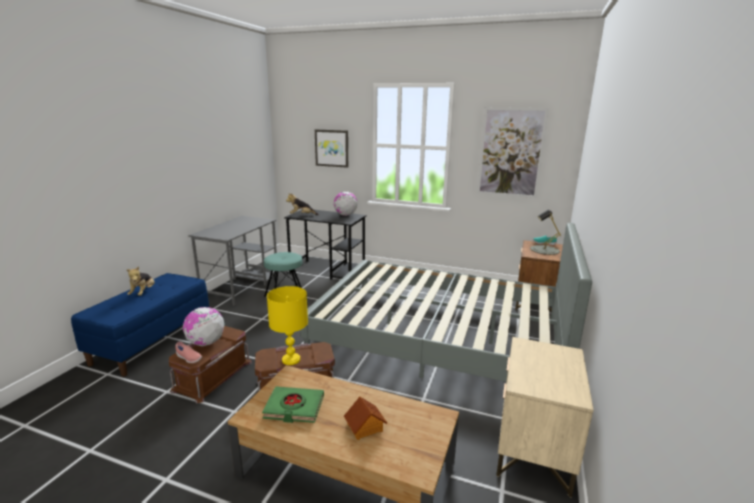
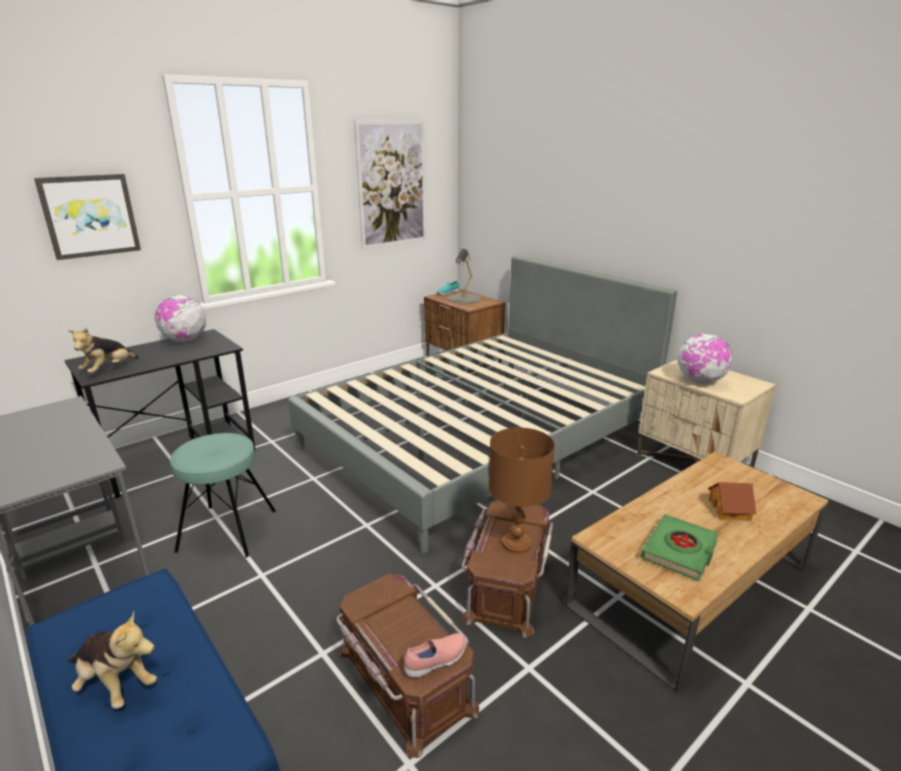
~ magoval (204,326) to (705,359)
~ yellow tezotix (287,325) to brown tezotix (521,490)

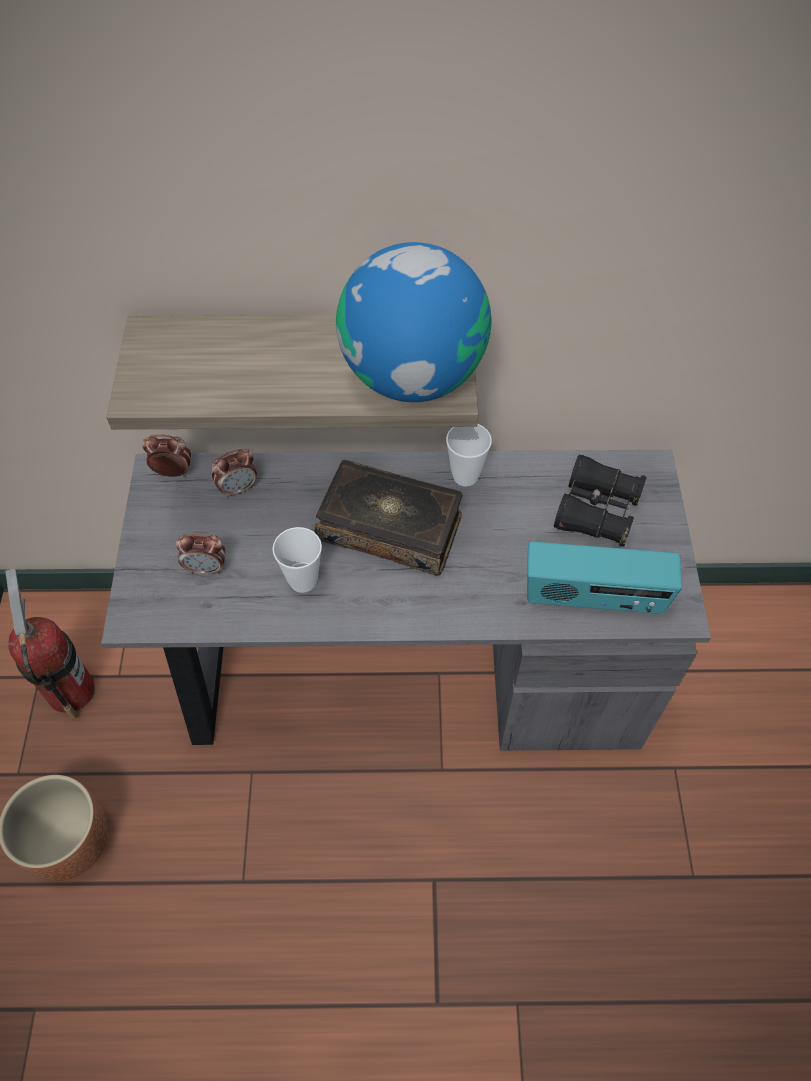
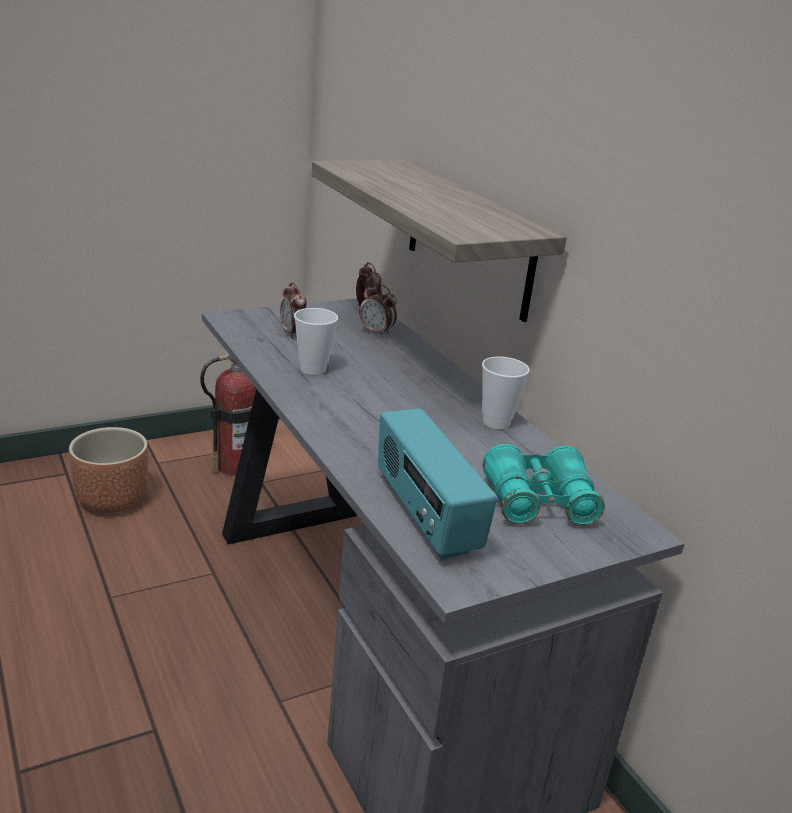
- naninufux (389,518)
- magoval (413,322)
~ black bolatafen (600,500) to turquoise bolatafen (544,484)

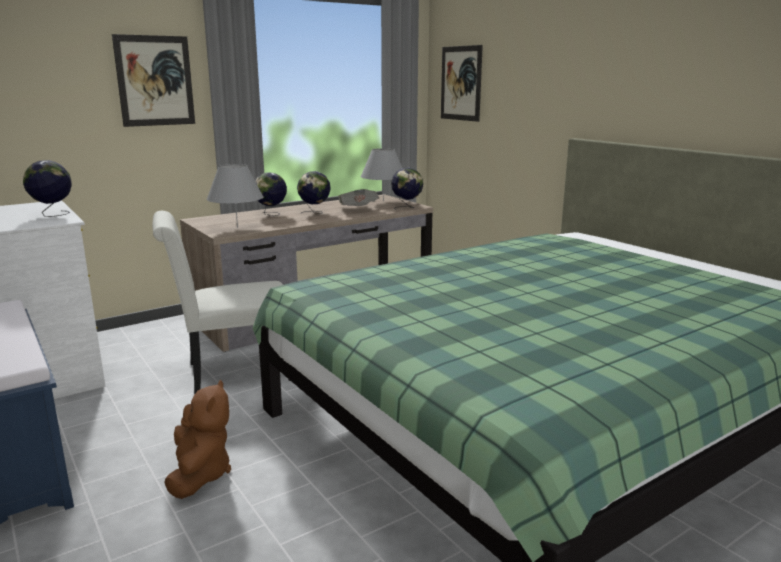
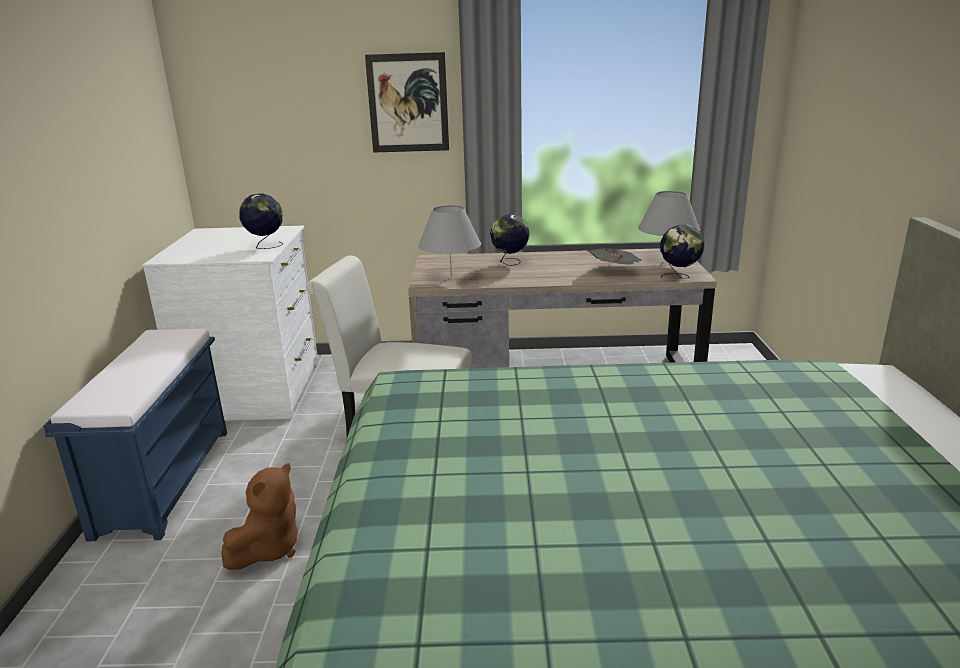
- magoval (314,192)
- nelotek (462,83)

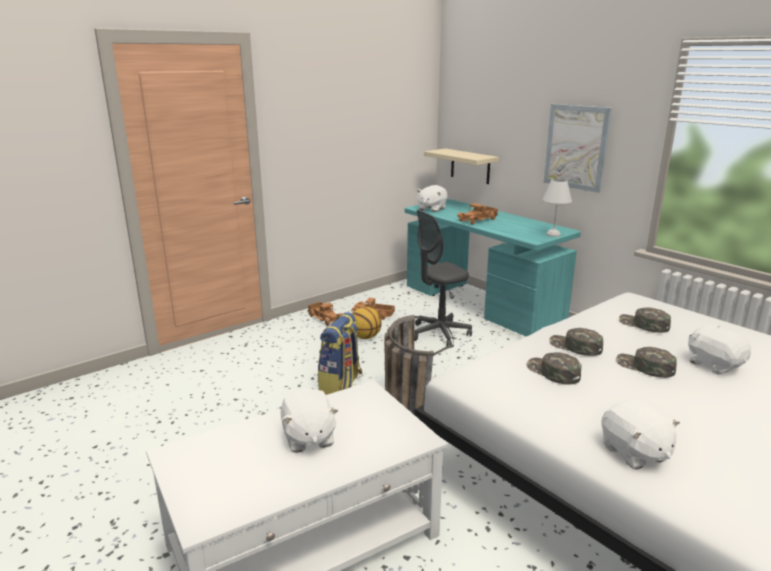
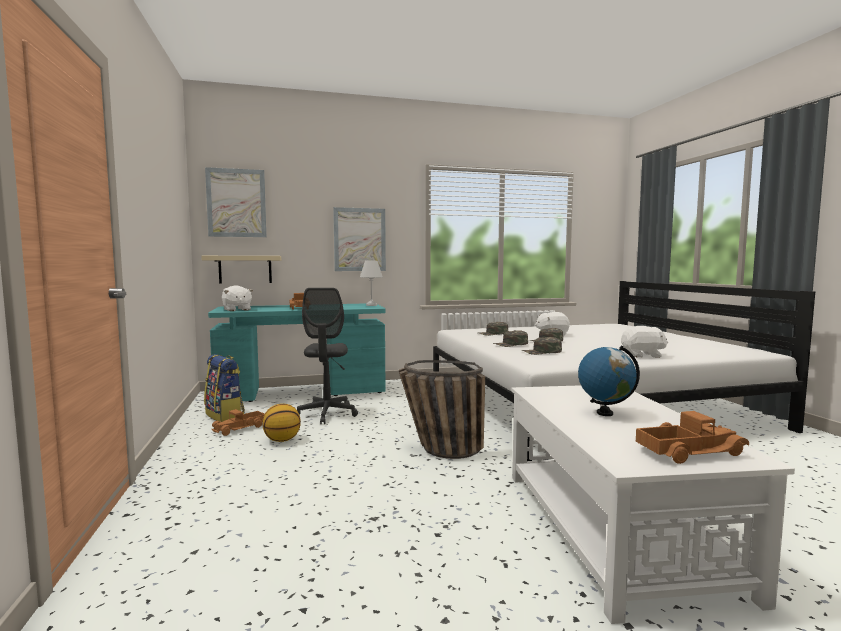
~ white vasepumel (310,421) to magoval (609,381)
~ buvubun (324,314) to (692,437)
~ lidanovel (340,353) to (224,388)
+ nelotek (236,202)

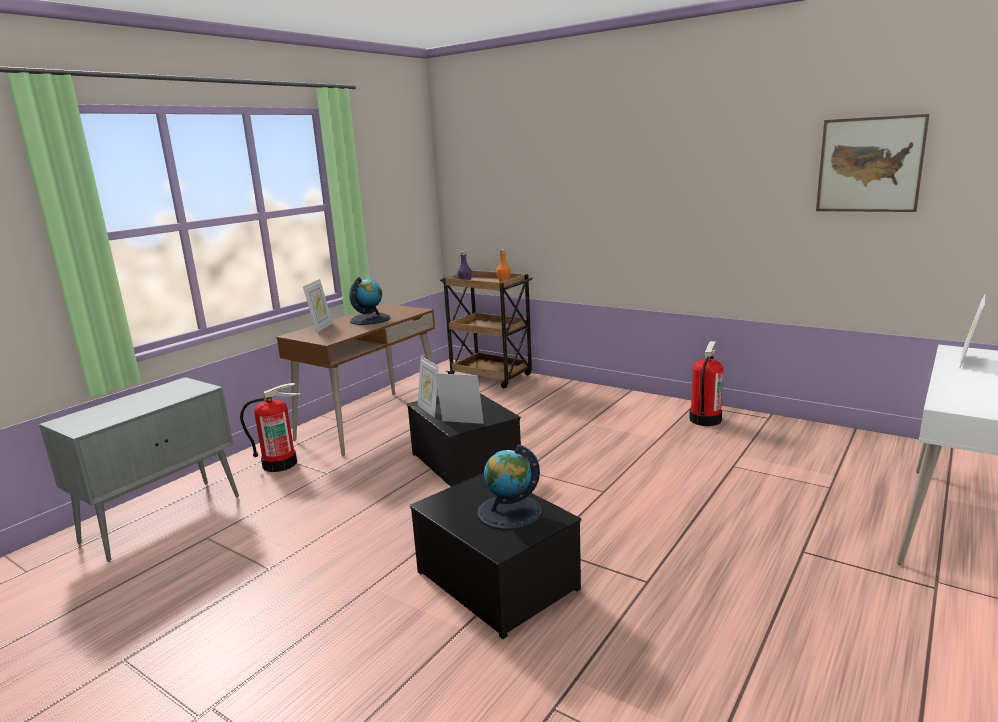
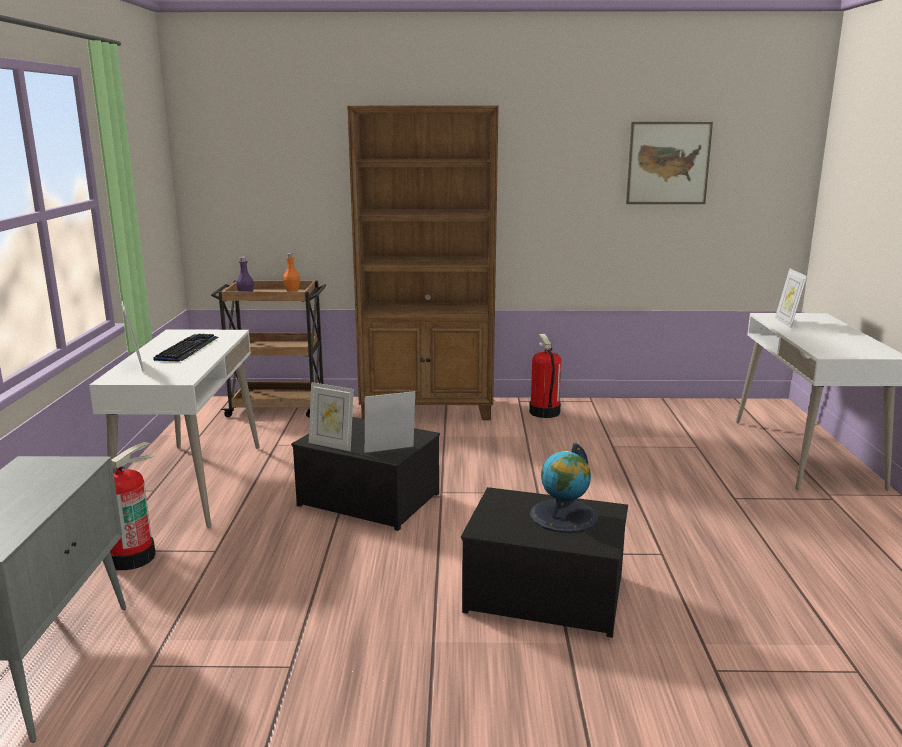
~ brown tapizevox (358,380) to white tapizevox (174,428)
~ magoval (369,301) to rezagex (185,347)
+ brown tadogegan (423,263)

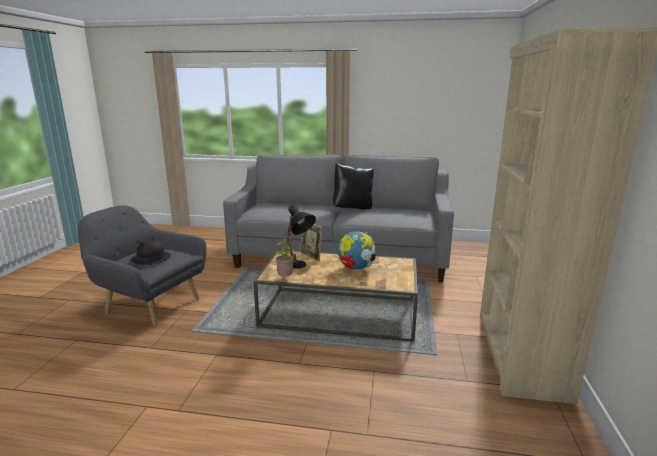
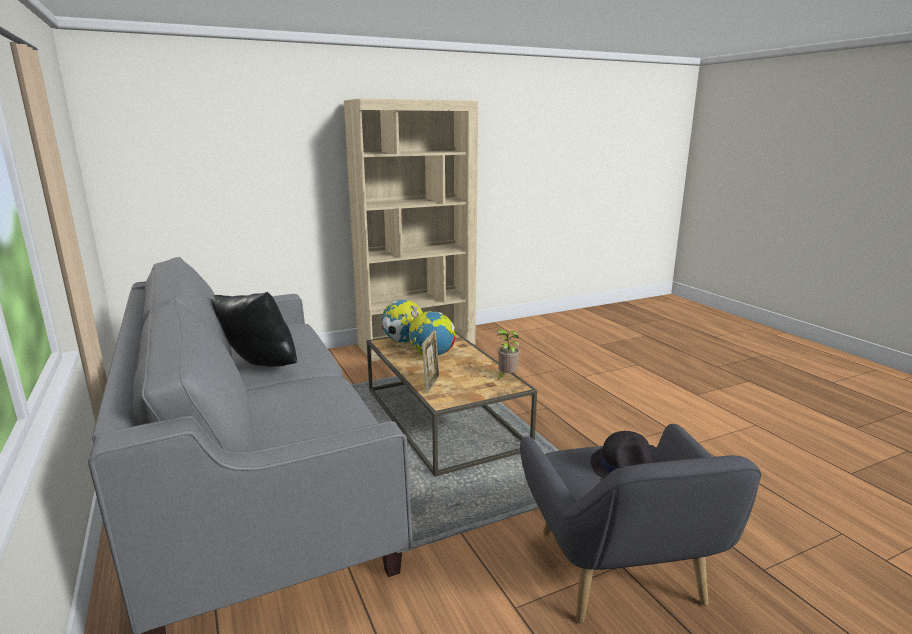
- black tezotix (300,237)
+ magoval (402,321)

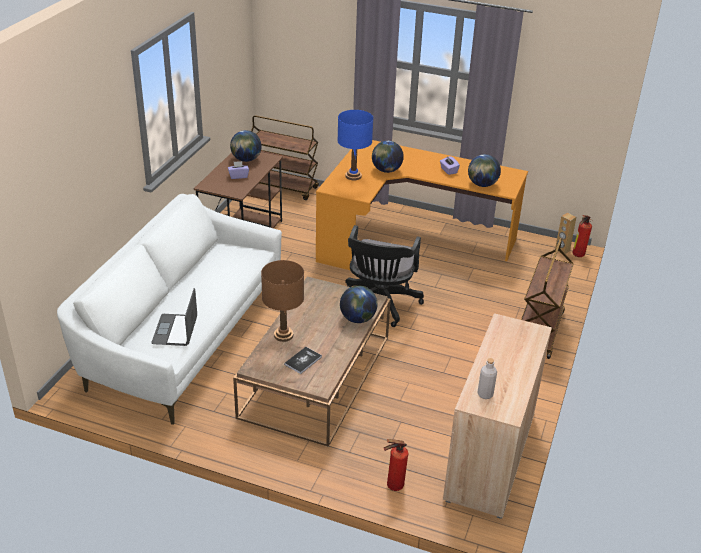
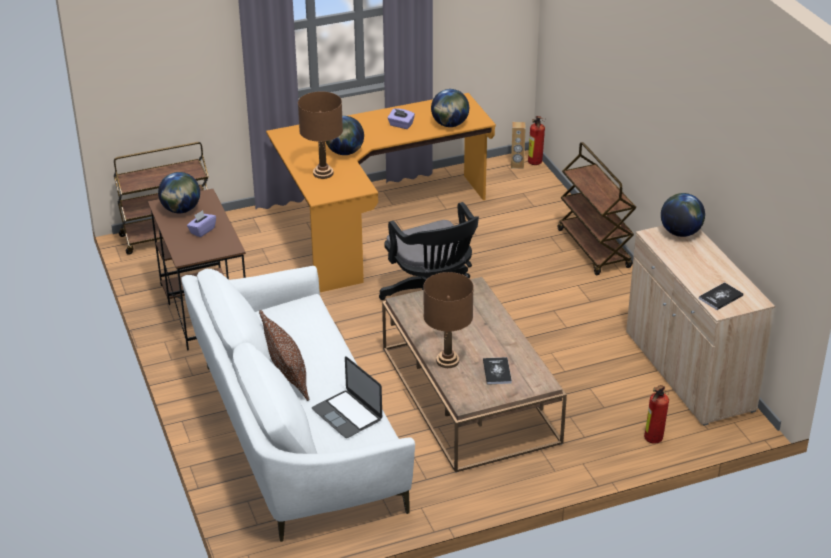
~ blue tezotix (355,145) to brown tezotix (320,135)
~ magoval (358,304) to (683,215)
~ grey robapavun (487,378) to naninufux (721,296)
+ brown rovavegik (284,355)

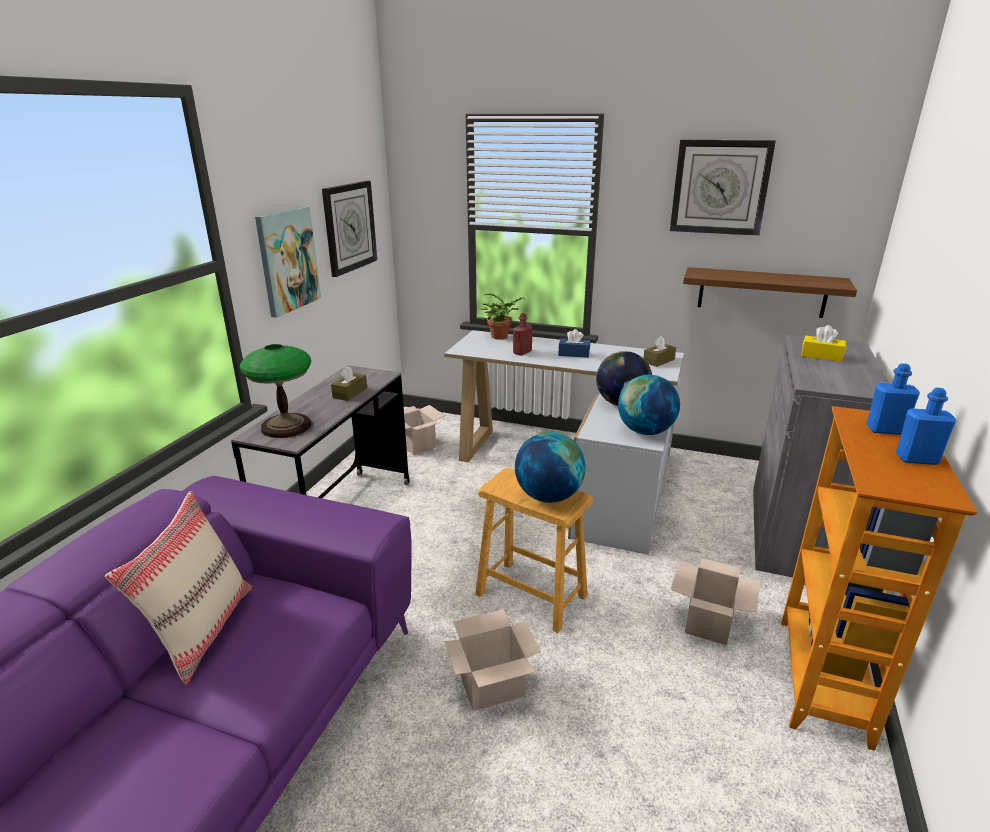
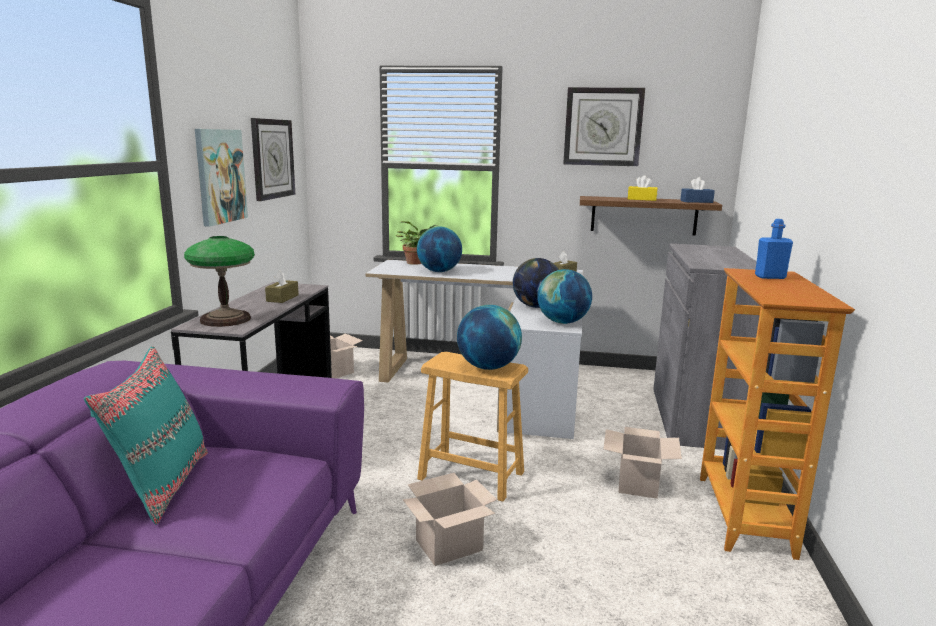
~ beige rovavegik (178,587) to turquoise rovavegik (146,435)
~ red robapavun (523,334) to magoval (439,249)
~ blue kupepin (574,343) to (697,190)
~ yellow kupepin (823,343) to (643,188)
- blue robapavun (926,426)

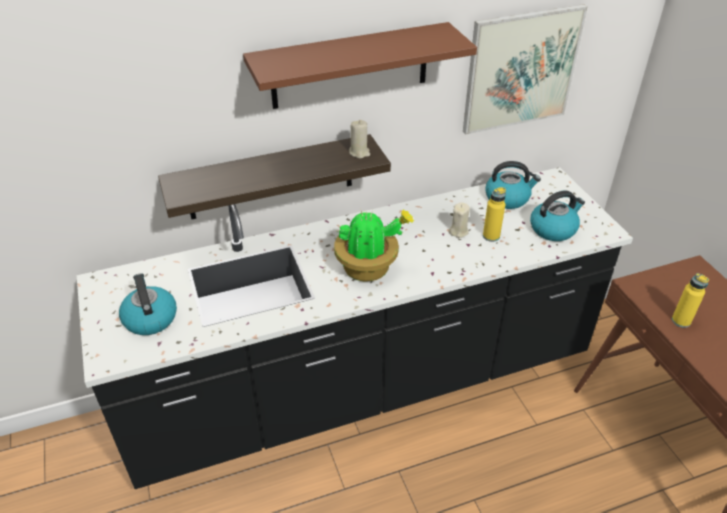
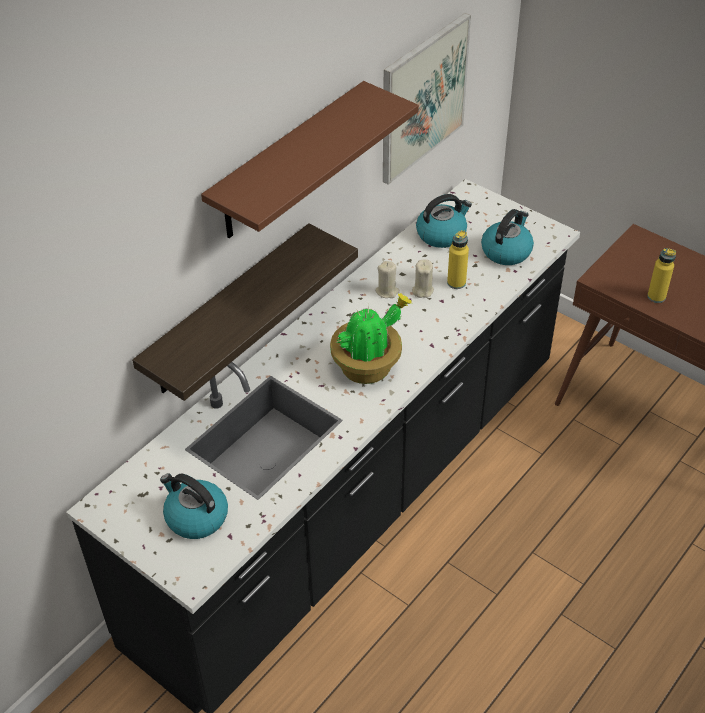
~ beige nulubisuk (359,139) to (387,279)

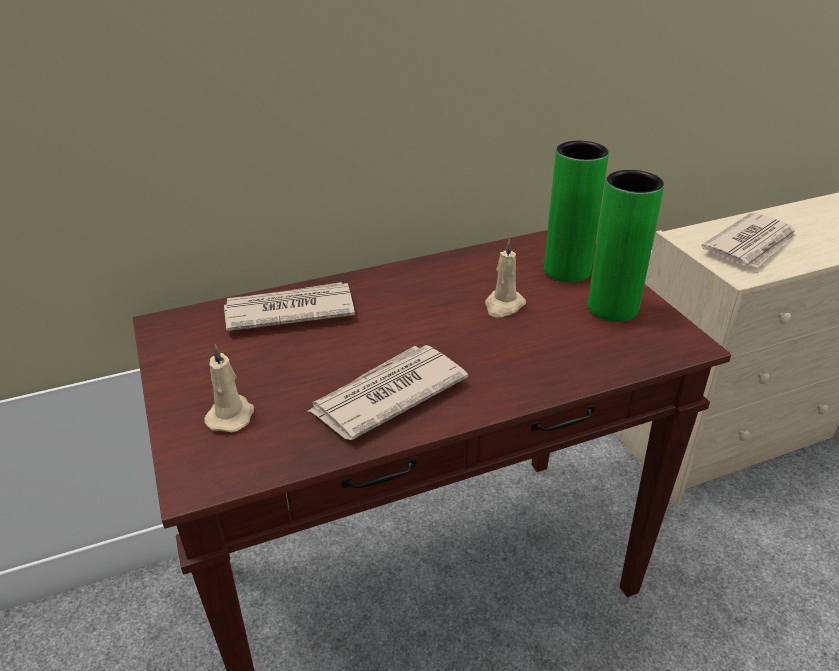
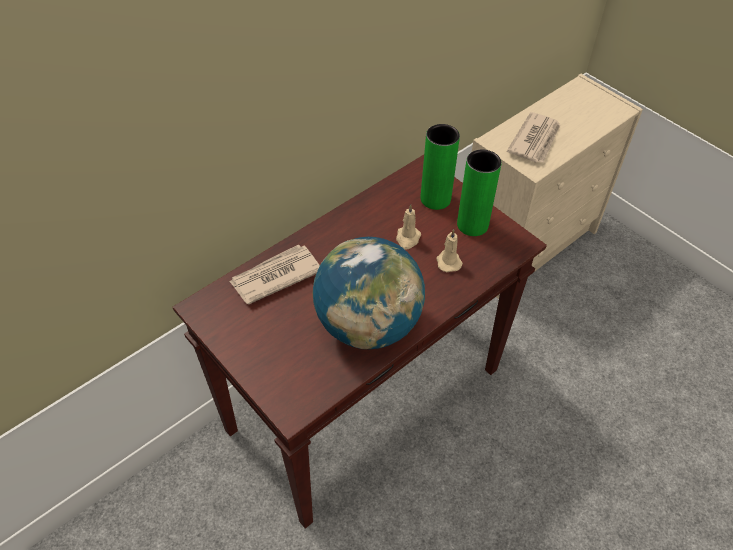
~ beige nulubisuk (229,388) to (450,250)
~ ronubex (388,392) to magoval (369,293)

